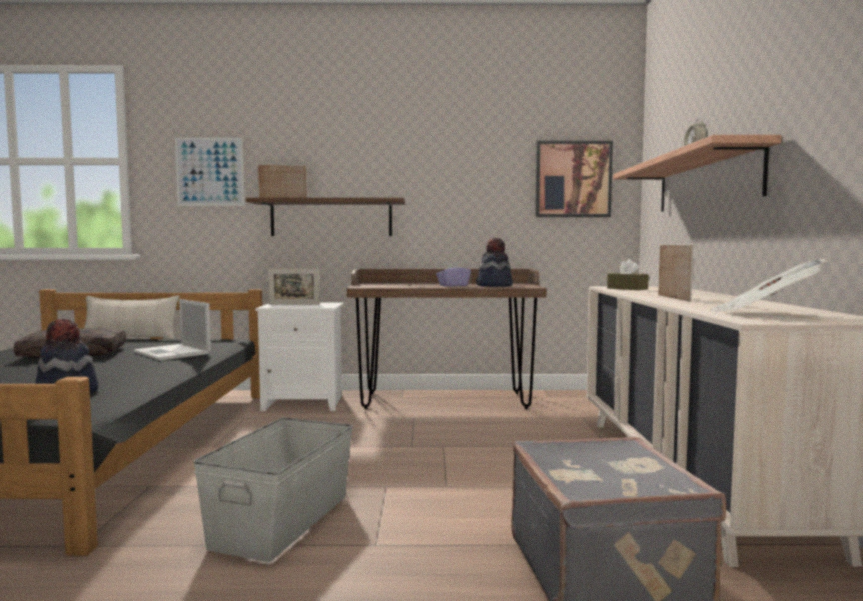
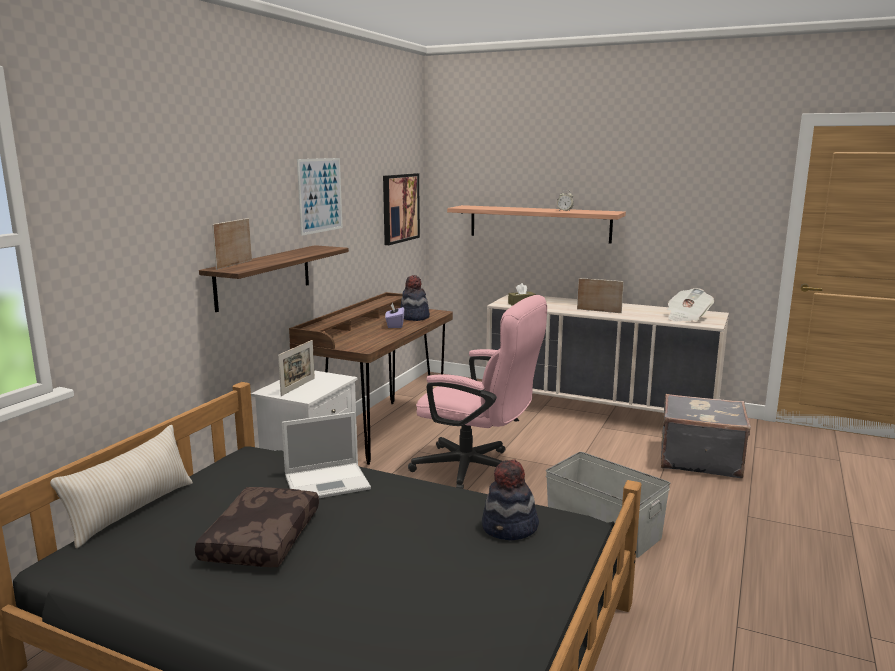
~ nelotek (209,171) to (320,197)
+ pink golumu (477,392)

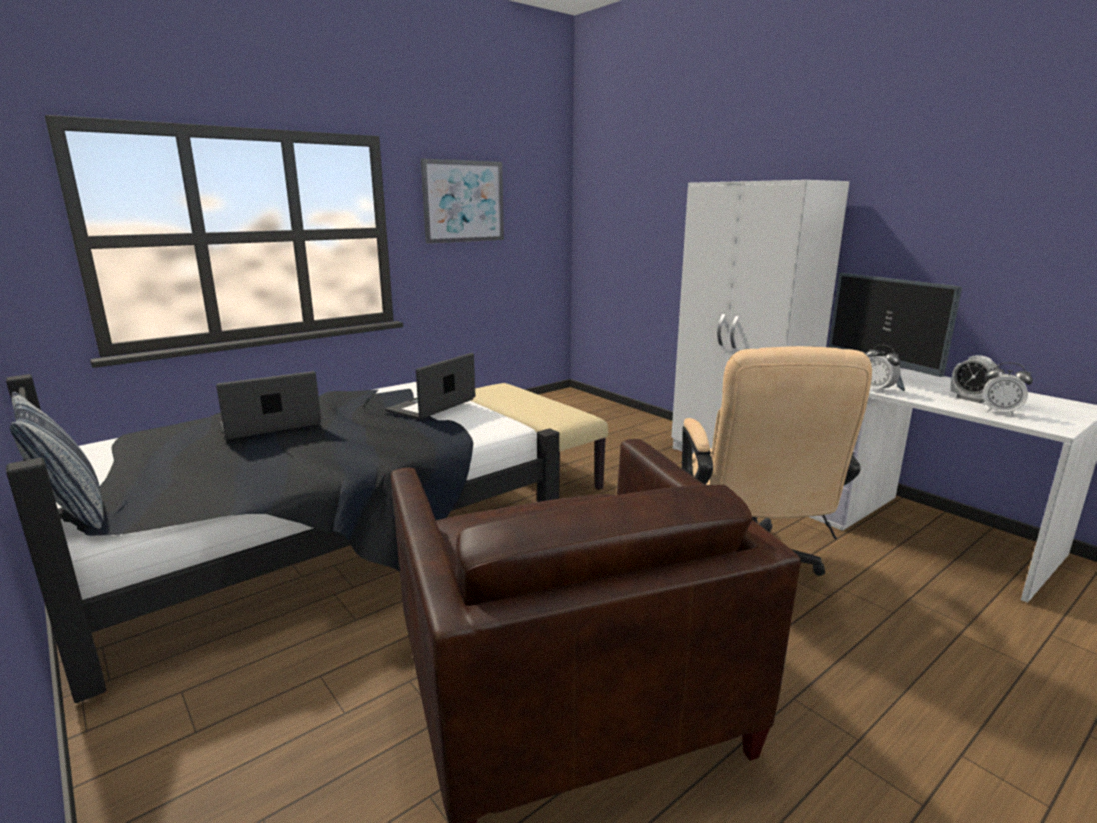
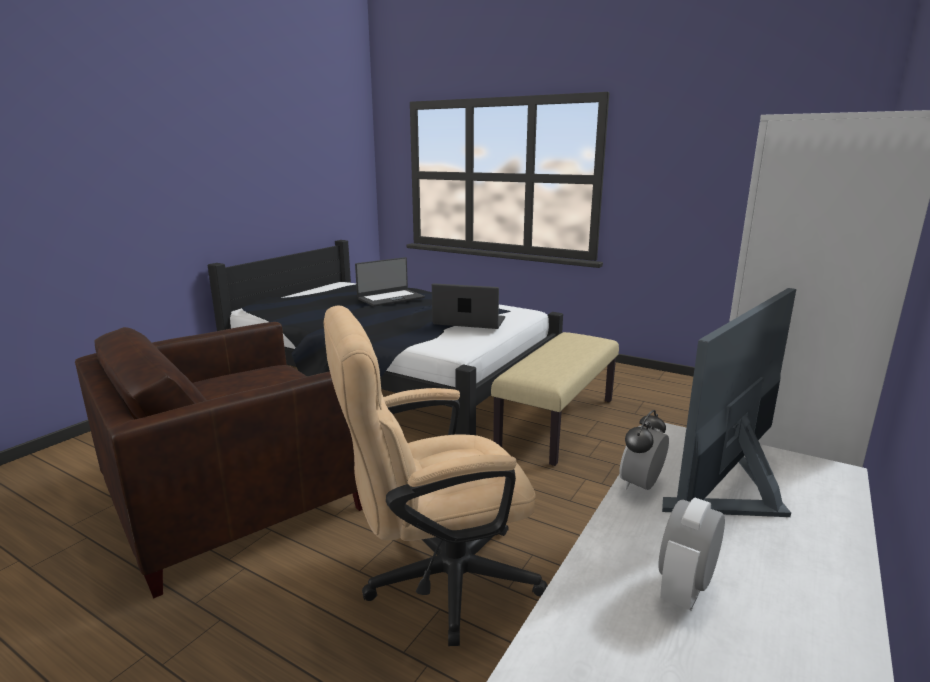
- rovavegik (56,460)
~ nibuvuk (268,405) = (390,281) 105 degrees clockwise
- nelotek (462,201)
- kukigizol (1008,389)

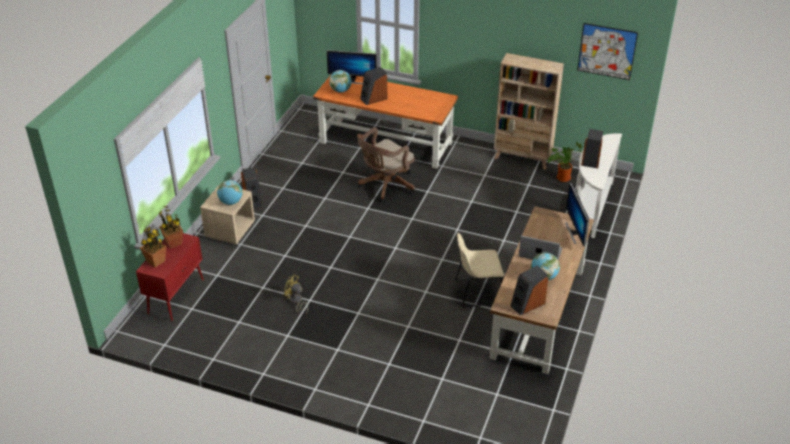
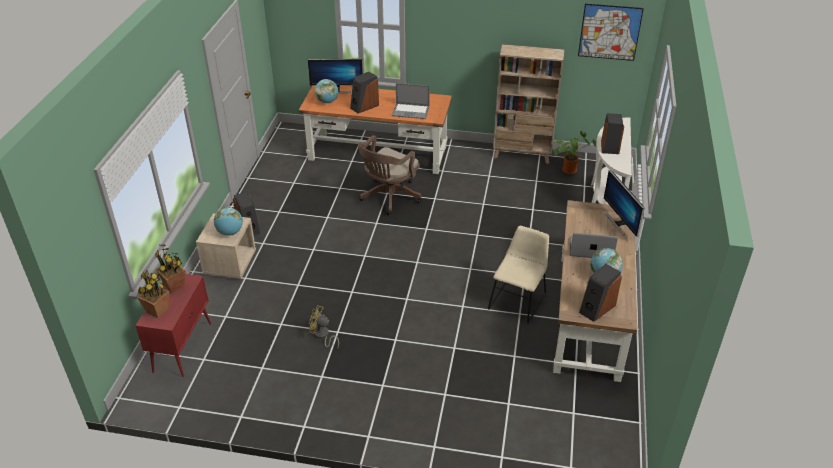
~ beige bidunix (479,270) = (518,275) 135 degrees clockwise
+ nibuvuk (411,101)

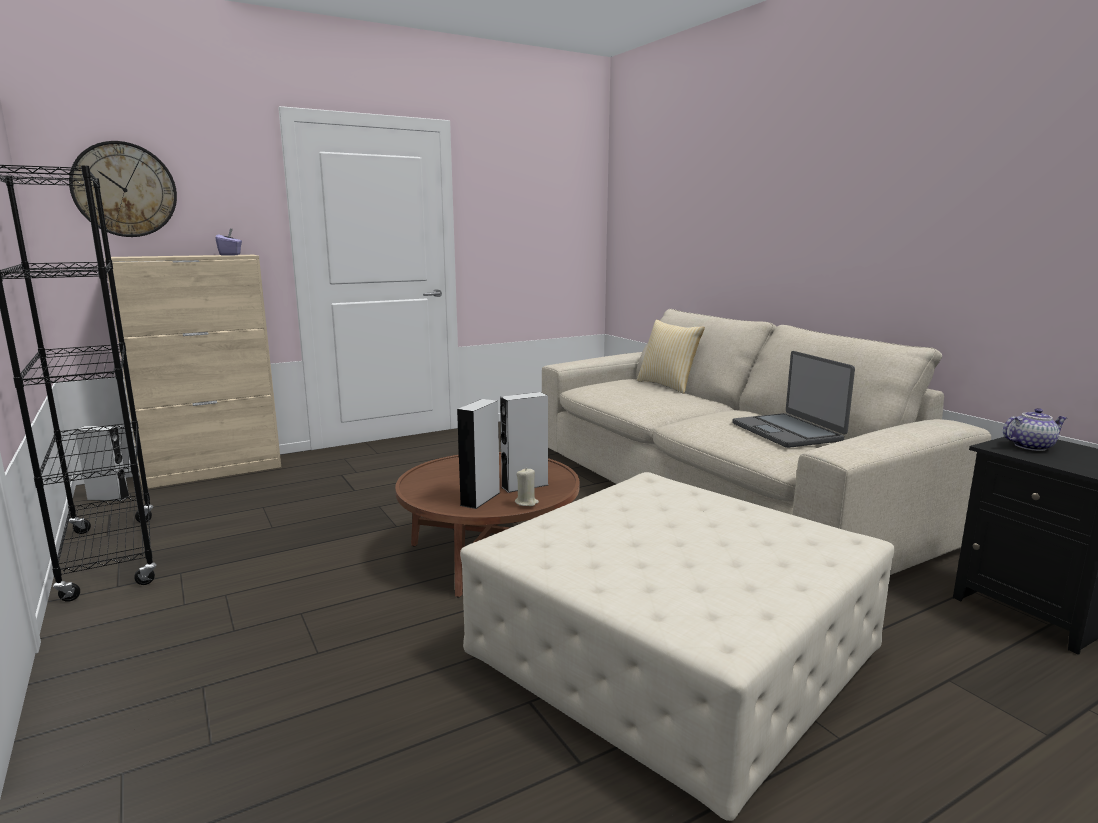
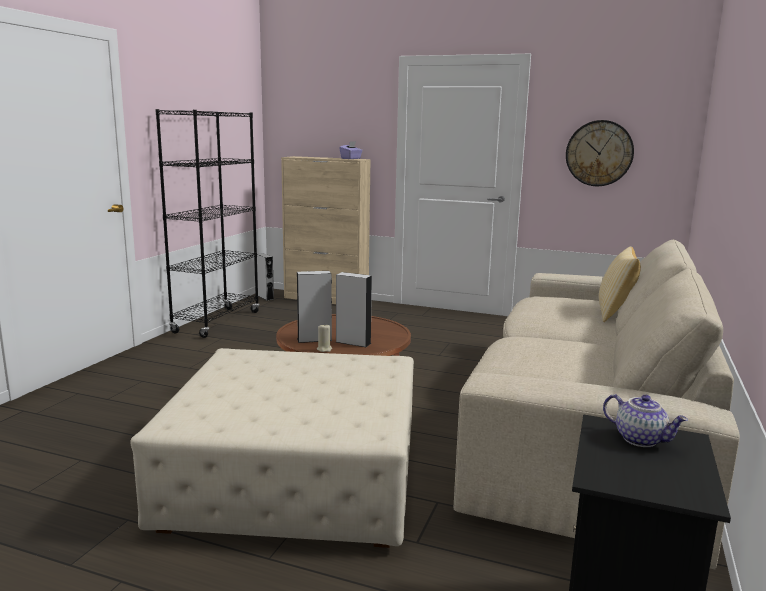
~ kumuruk (123,189) to (600,153)
- nibuvuk (793,399)

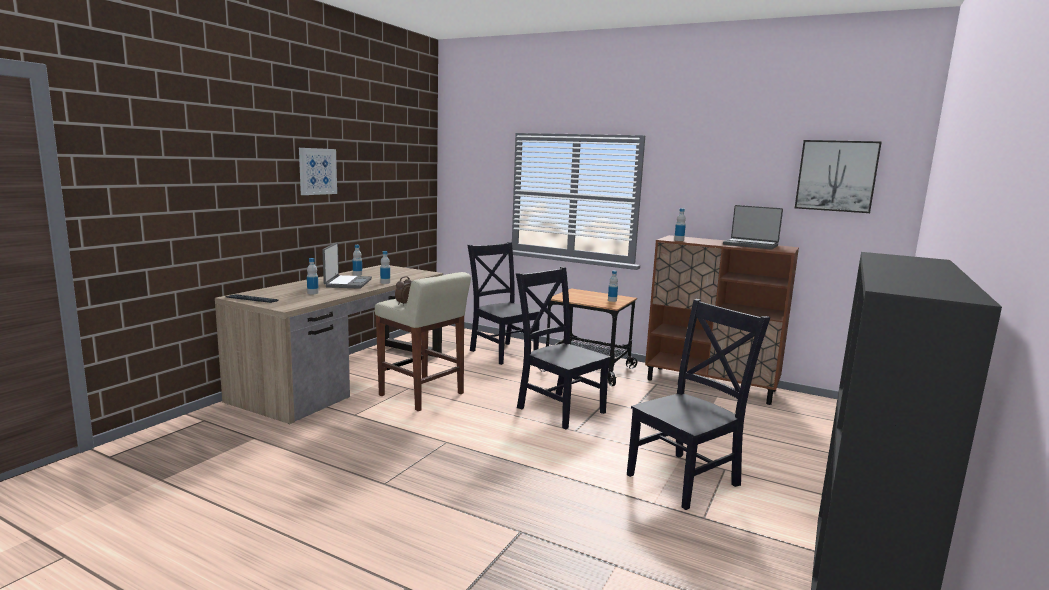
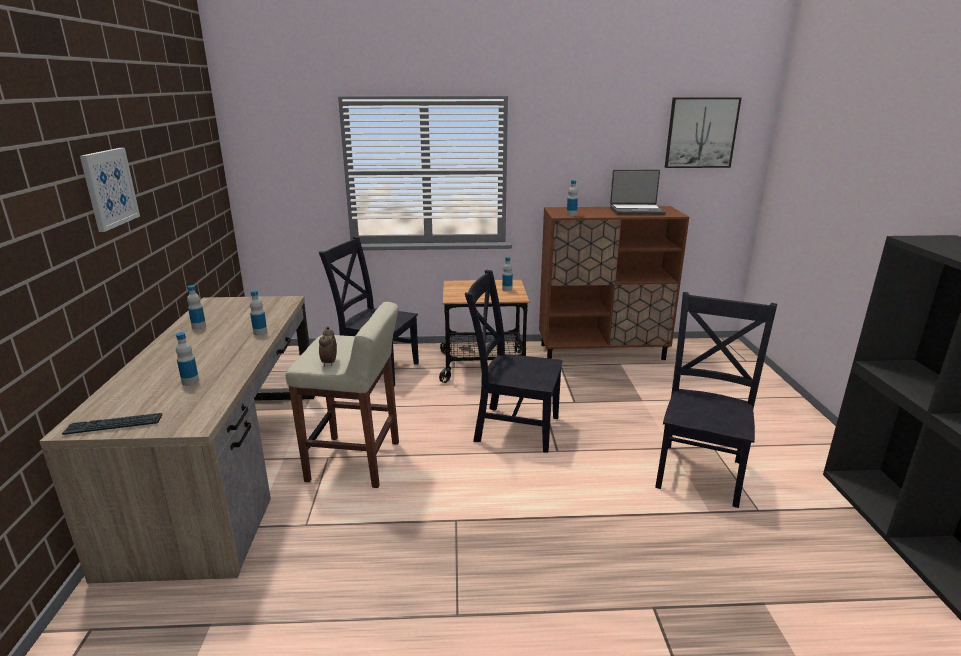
- nibuvuk (347,265)

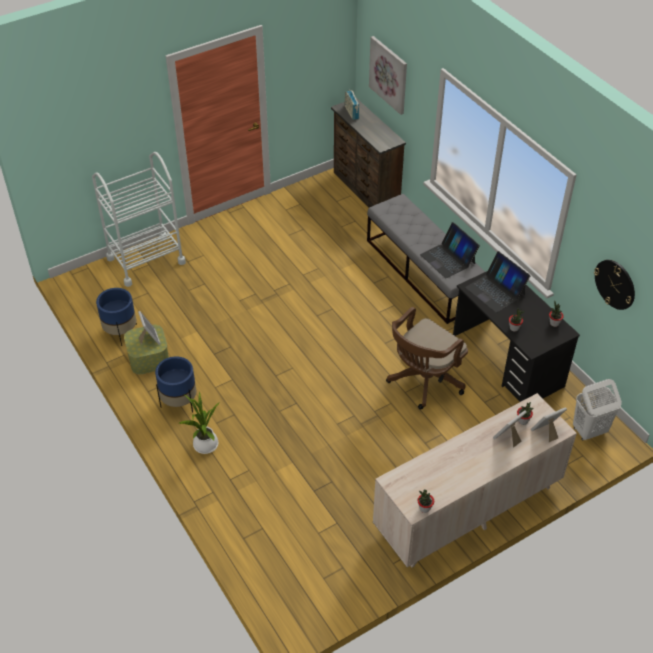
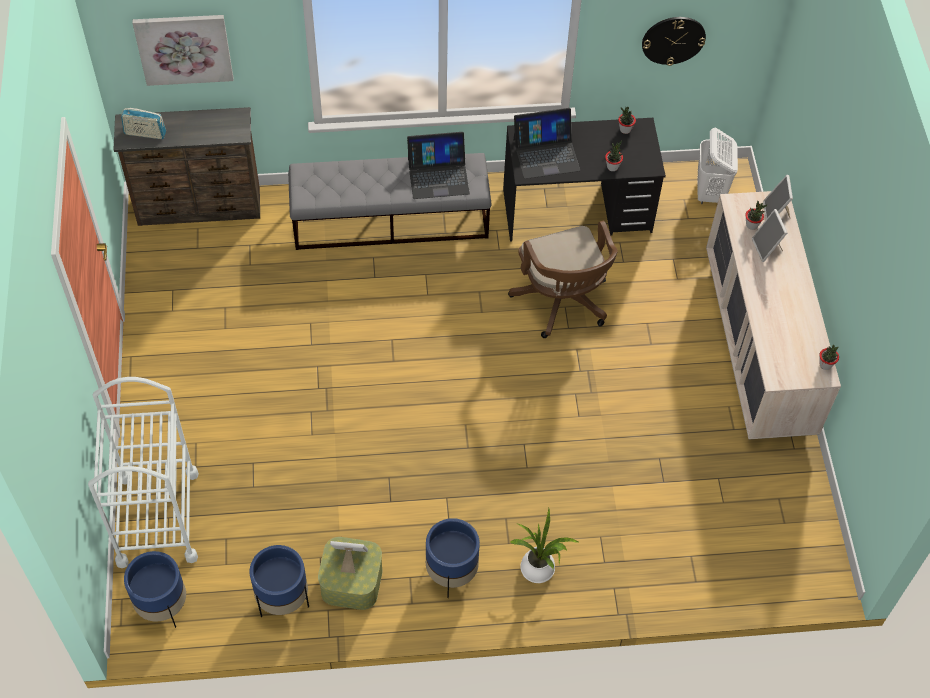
+ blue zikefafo (155,589)

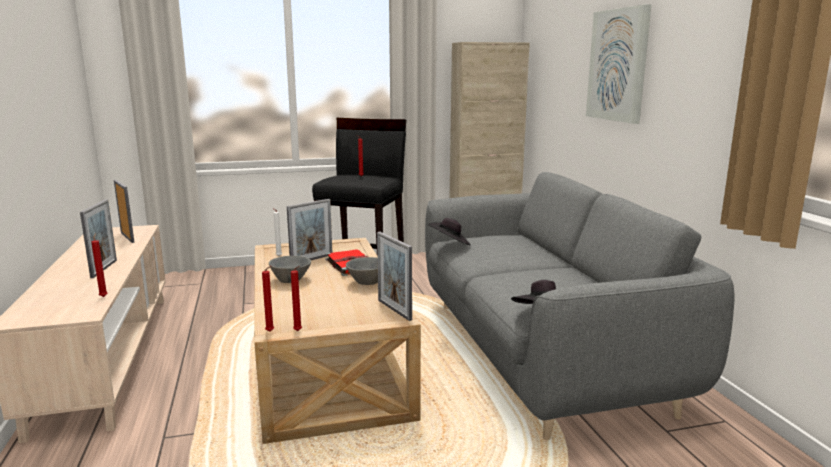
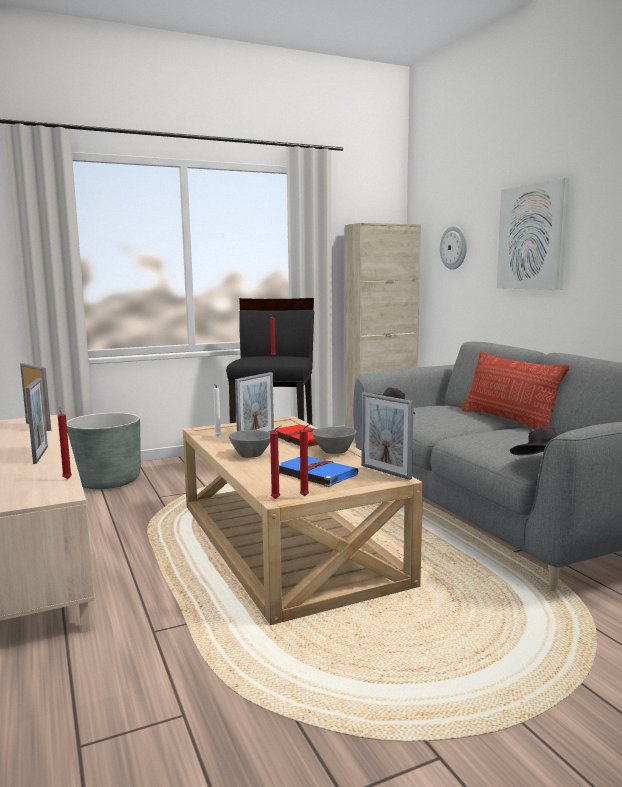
+ grey zikefafo (103,450)
+ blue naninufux (319,472)
+ kumuruk (453,248)
+ rovavegik (516,390)

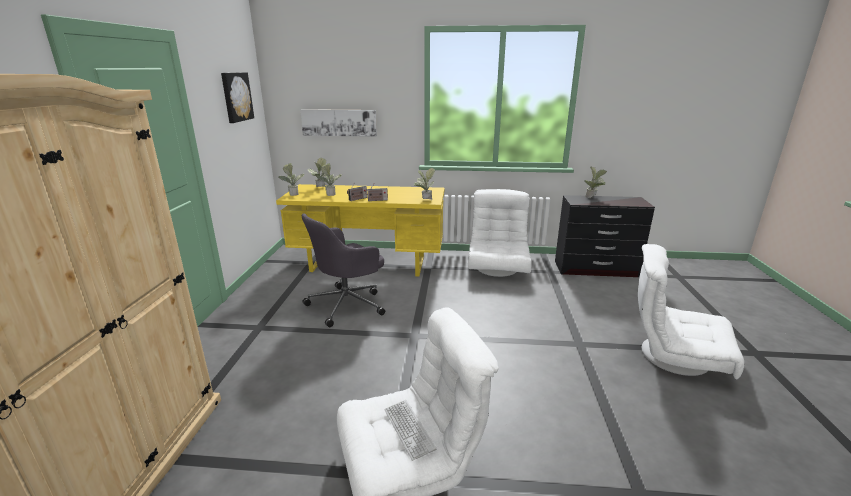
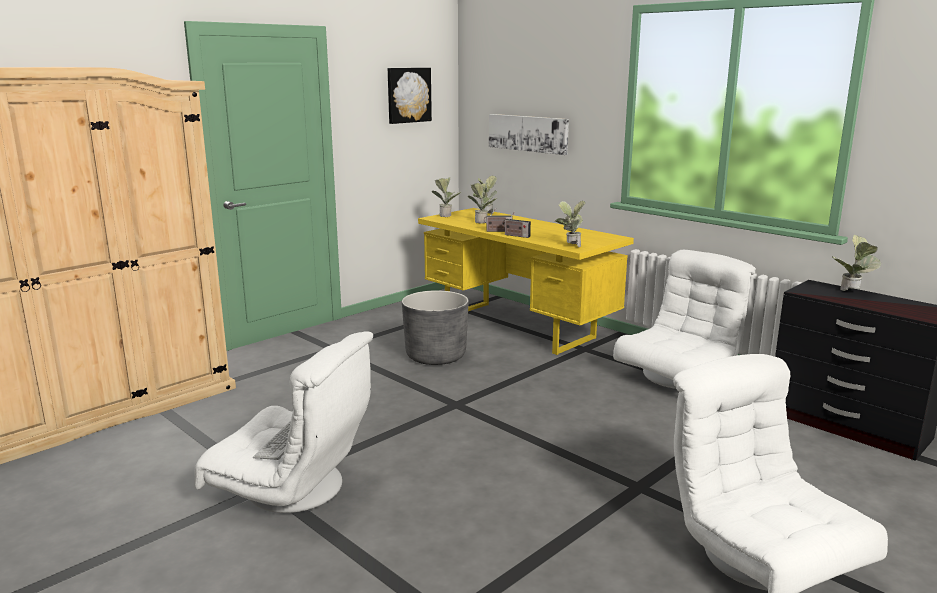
~ grey golumu (343,270) to grey zikefafo (435,327)

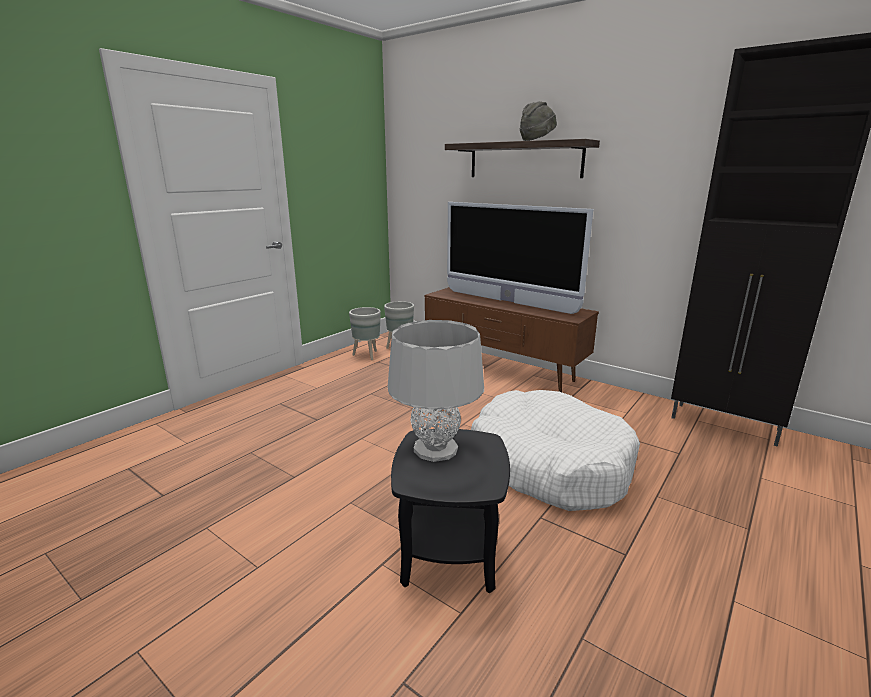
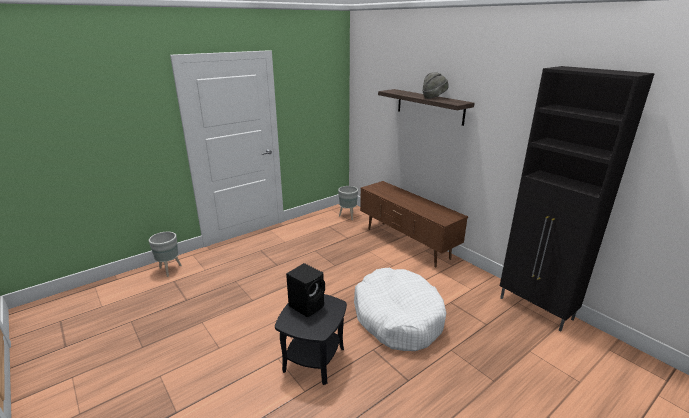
~ grey zikefafo (365,333) to (165,254)
~ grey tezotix (436,391) to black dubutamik (305,290)
- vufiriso (520,258)

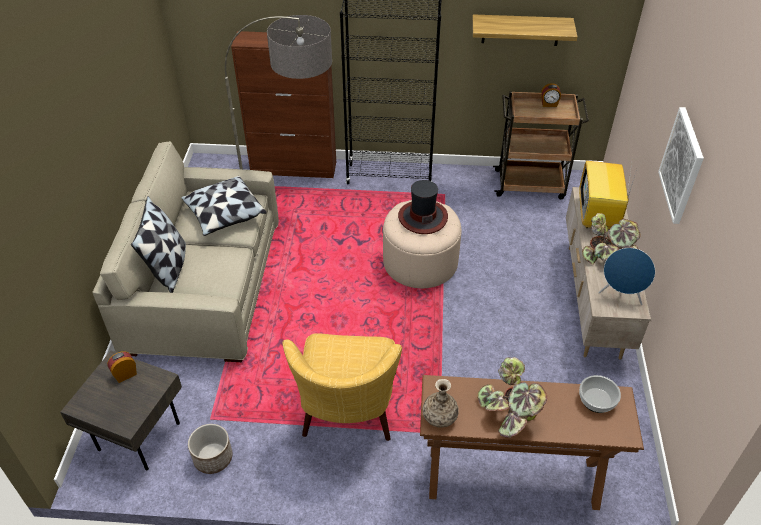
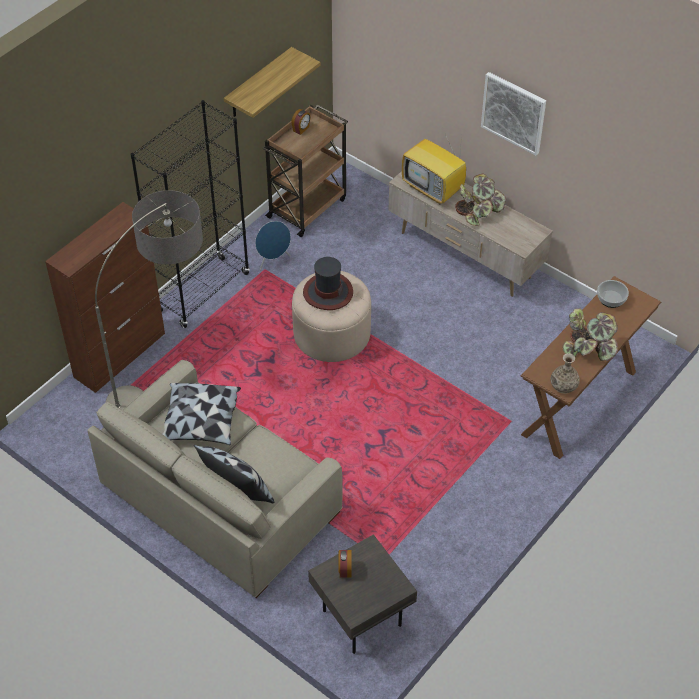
- zikefafo (210,449)
- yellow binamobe (342,387)
~ blue dubutamik (626,276) to (273,245)

